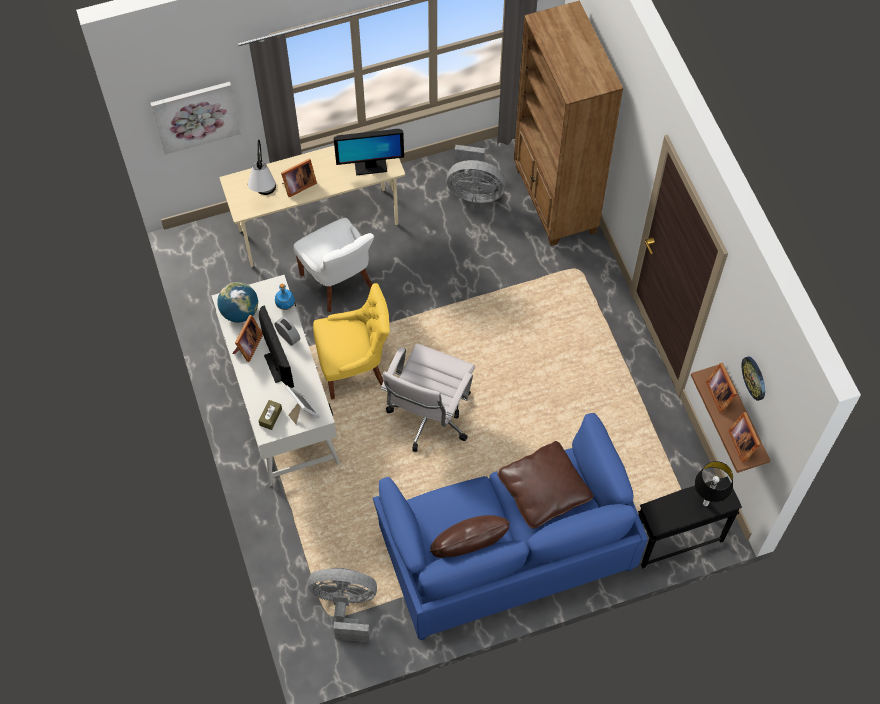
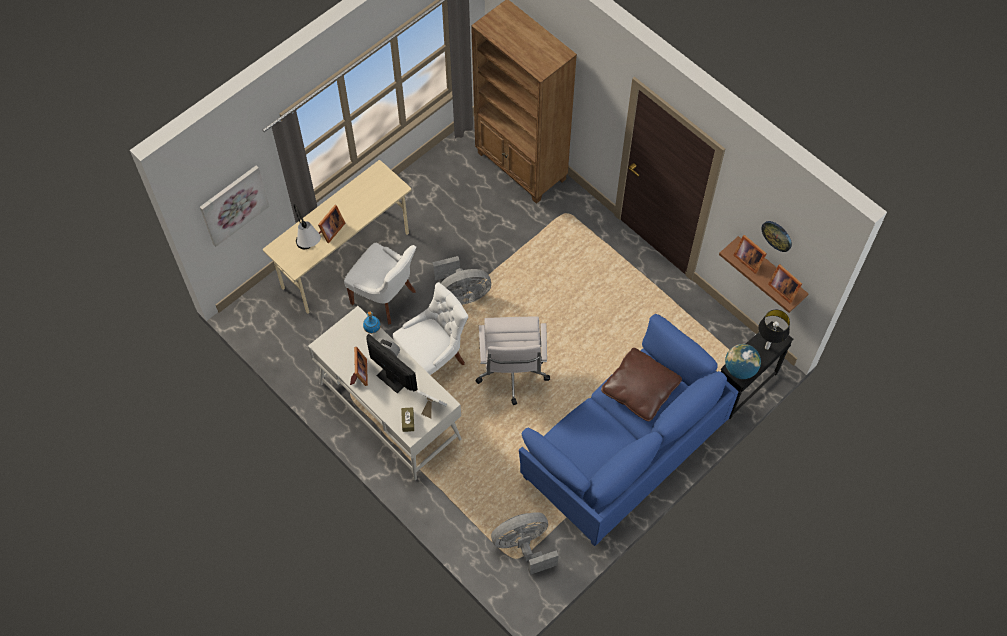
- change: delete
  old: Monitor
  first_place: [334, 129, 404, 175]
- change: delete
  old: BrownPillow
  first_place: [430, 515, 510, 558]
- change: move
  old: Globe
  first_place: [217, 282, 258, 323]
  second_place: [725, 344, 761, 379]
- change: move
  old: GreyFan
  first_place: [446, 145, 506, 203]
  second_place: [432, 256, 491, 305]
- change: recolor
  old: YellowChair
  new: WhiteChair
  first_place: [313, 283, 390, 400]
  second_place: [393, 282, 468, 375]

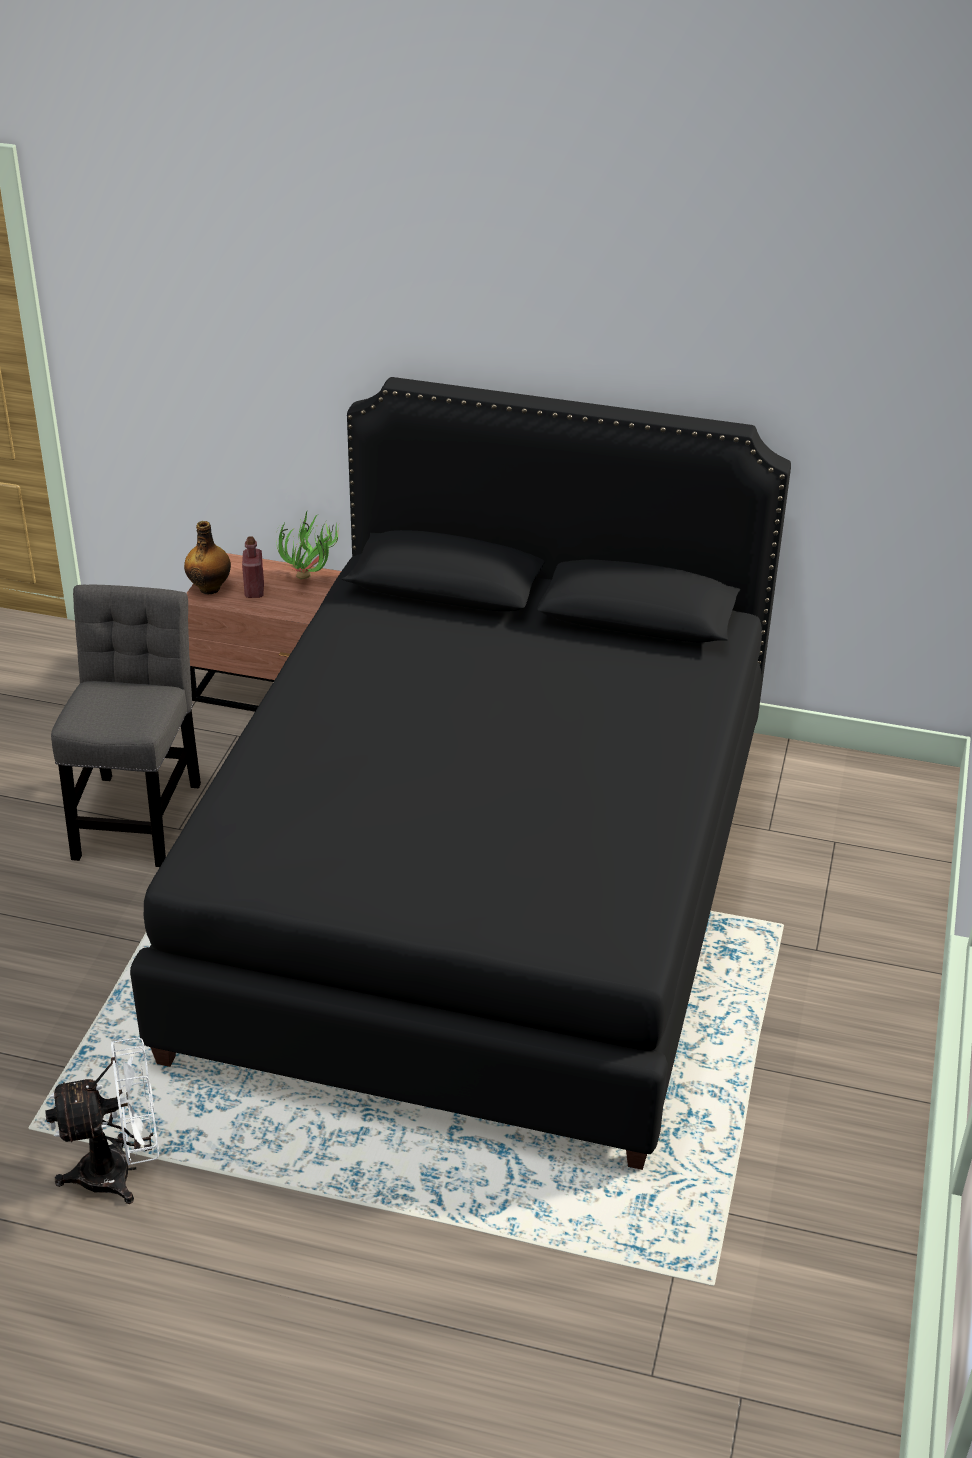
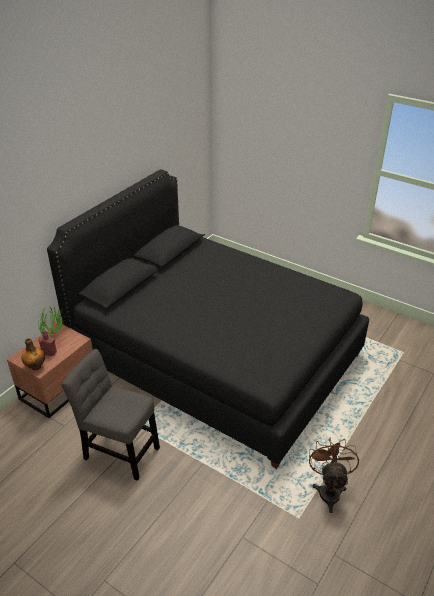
- change: recolor
  old: WhiteFan
  new: BrownFan
  first_place: [45, 1037, 159, 1204]
  second_place: [309, 438, 359, 513]

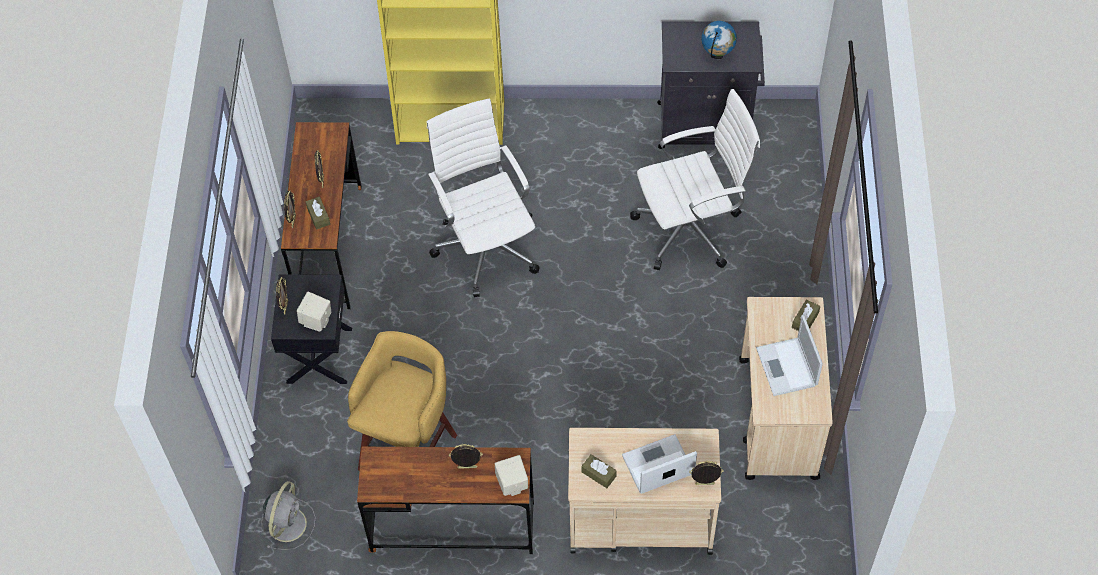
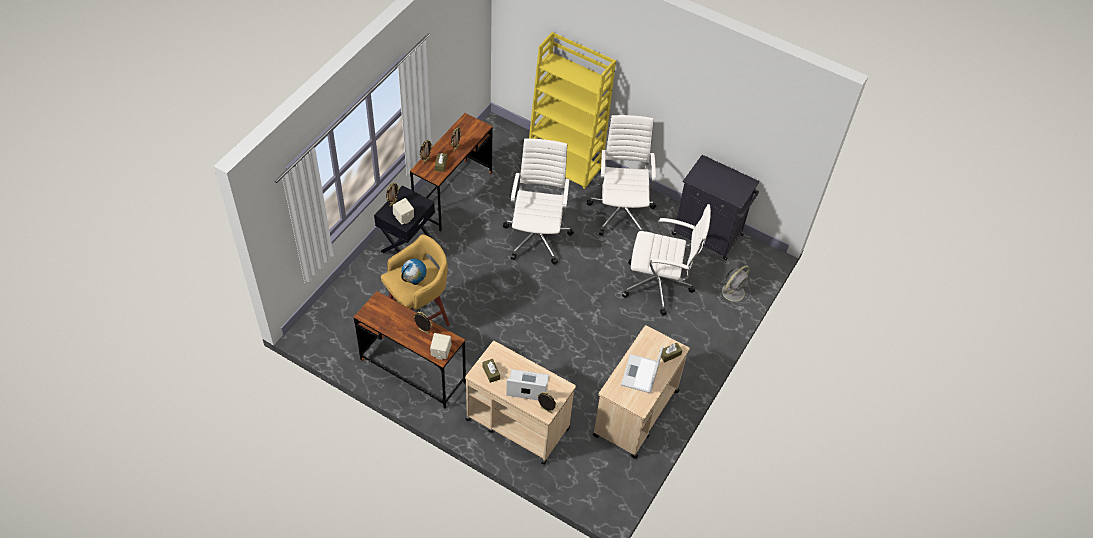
- change: insert
  new: WhiteOfficeChair
  second_place: [587, 115, 656, 236]
- change: move
  old: GreyFan
  first_place: [261, 481, 316, 550]
  second_place: [717, 265, 751, 306]
- change: move
  old: Globe
  first_place: [701, 21, 737, 59]
  second_place: [401, 259, 427, 285]

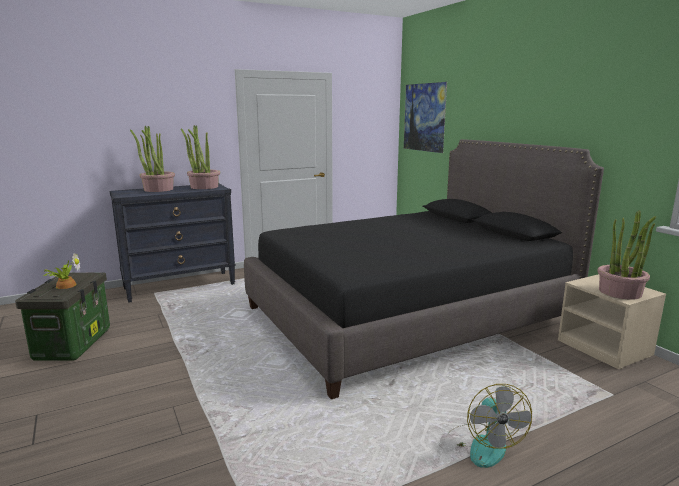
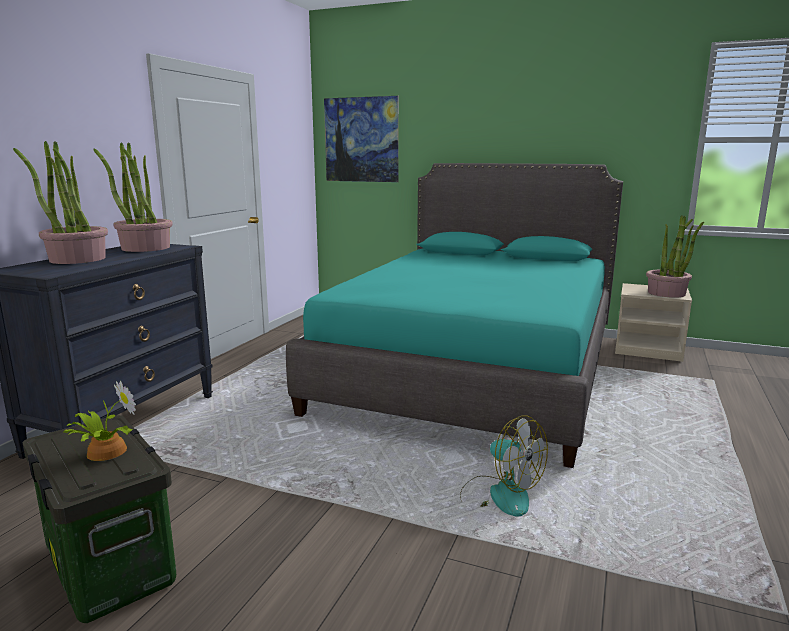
- change: move
  old: Fan
  first_place: [456, 384, 532, 468]
  second_place: [460, 415, 548, 517]
- change: recolor
  old: BlackBed
  new: TurquoiseBed
  first_place: [244, 139, 604, 399]
  second_place: [286, 163, 623, 468]

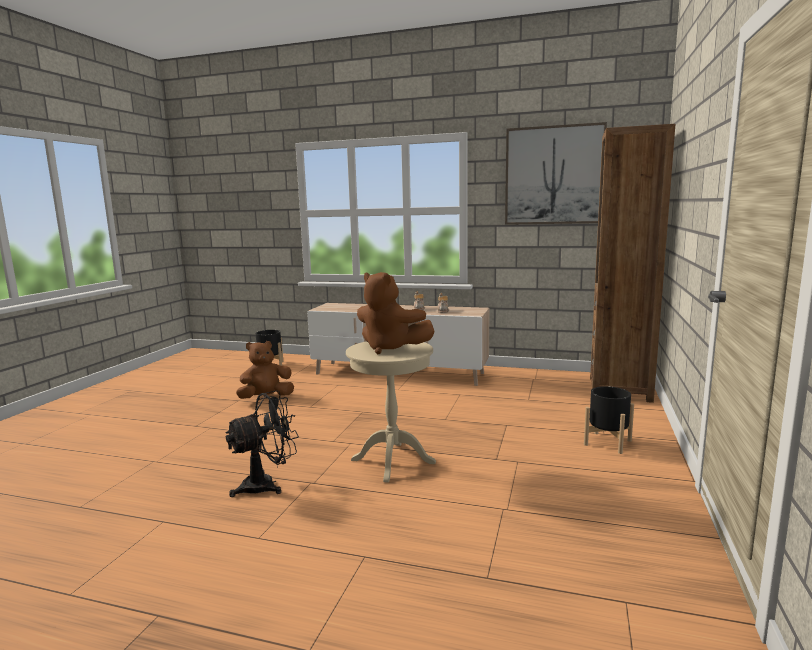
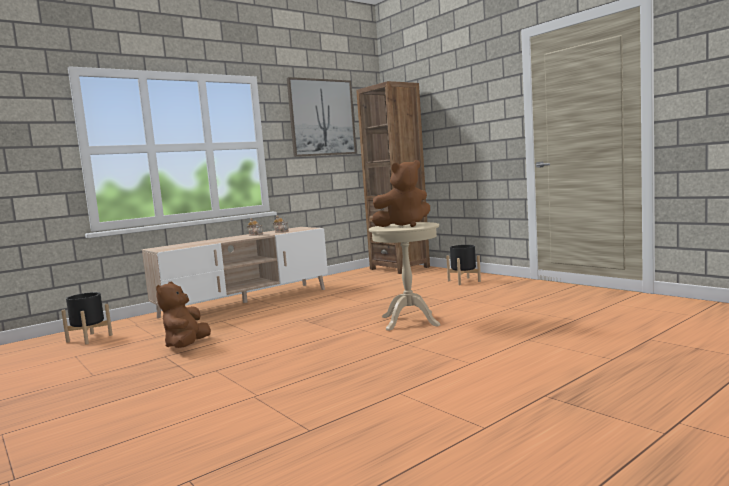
- change: delete
  old: BlackFan
  first_place: [226, 390, 299, 497]

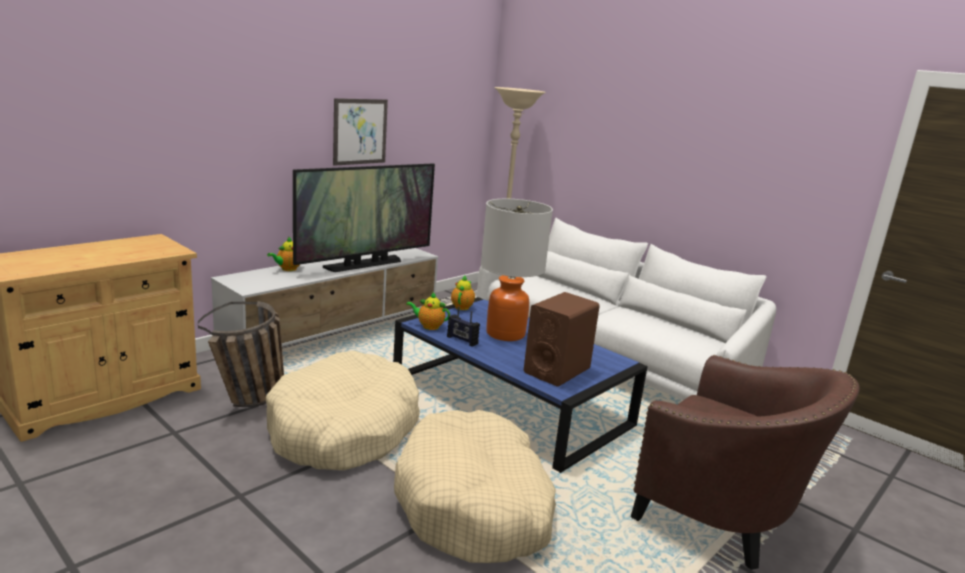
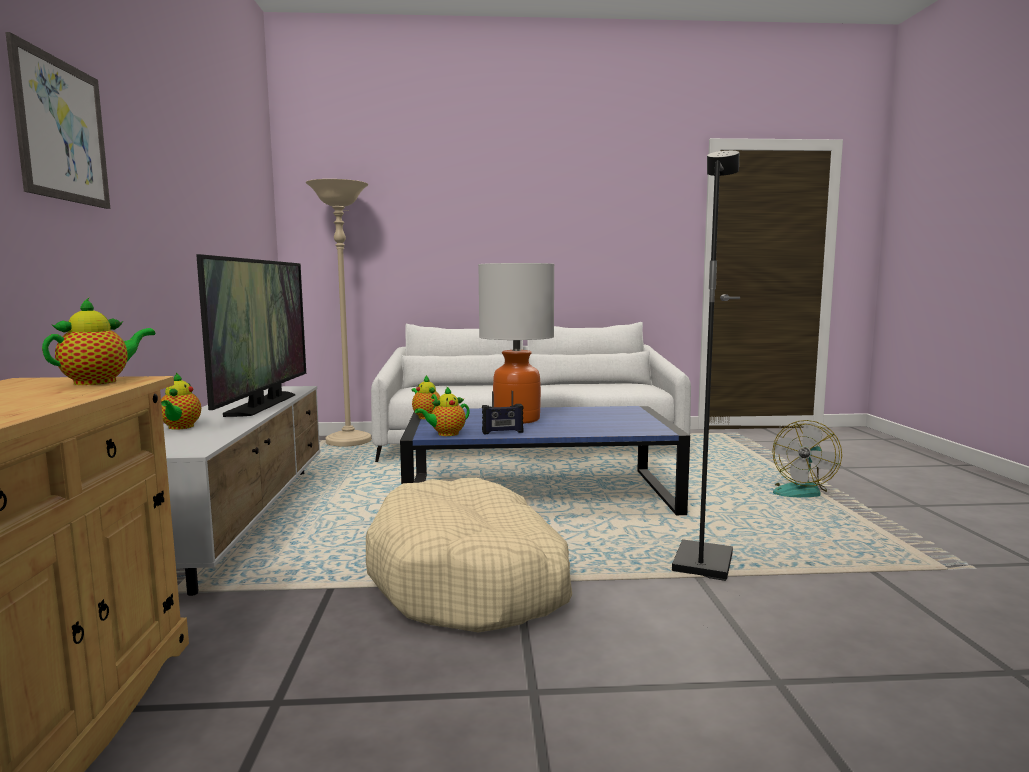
- change: delete
  old: Basket
  first_place: [198, 301, 284, 407]
- change: delete
  old: BrownSpeaker
  first_place: [524, 292, 600, 387]
- change: insert
  new: Teapot
  second_place: [42, 298, 155, 385]
- change: move
  old: Picture
  first_place: [333, 98, 388, 166]
  second_place: [5, 32, 110, 209]
- change: replace
  old: BeigeDogBed
  new: BlackFloorLamp
  first_place: [394, 410, 556, 563]
  second_place: [672, 151, 739, 581]
- change: replace
  old: BrownArmchair
  new: Fan
  first_place: [631, 355, 860, 570]
  second_place: [772, 420, 842, 497]

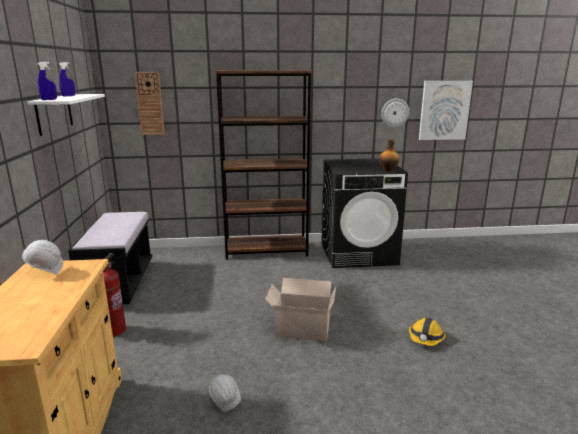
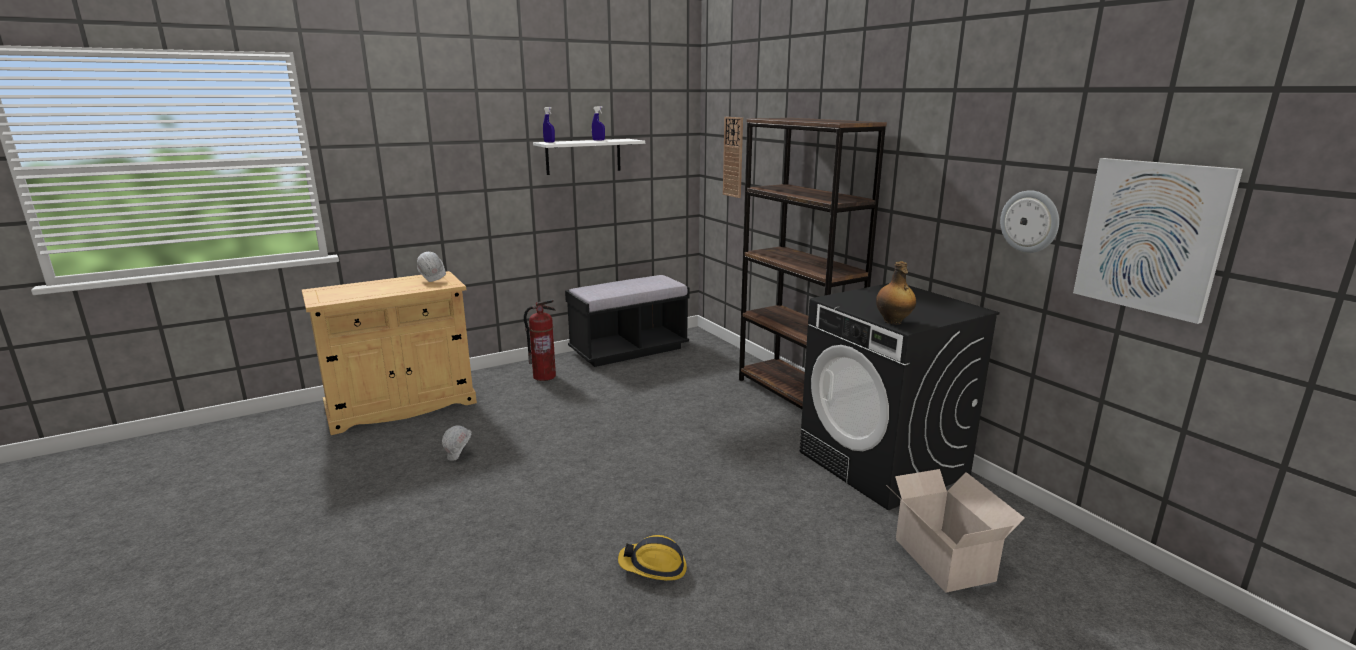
- change: move
  old: CardboardBox
  first_place: [265, 278, 336, 342]
  second_place: [886, 469, 1025, 593]

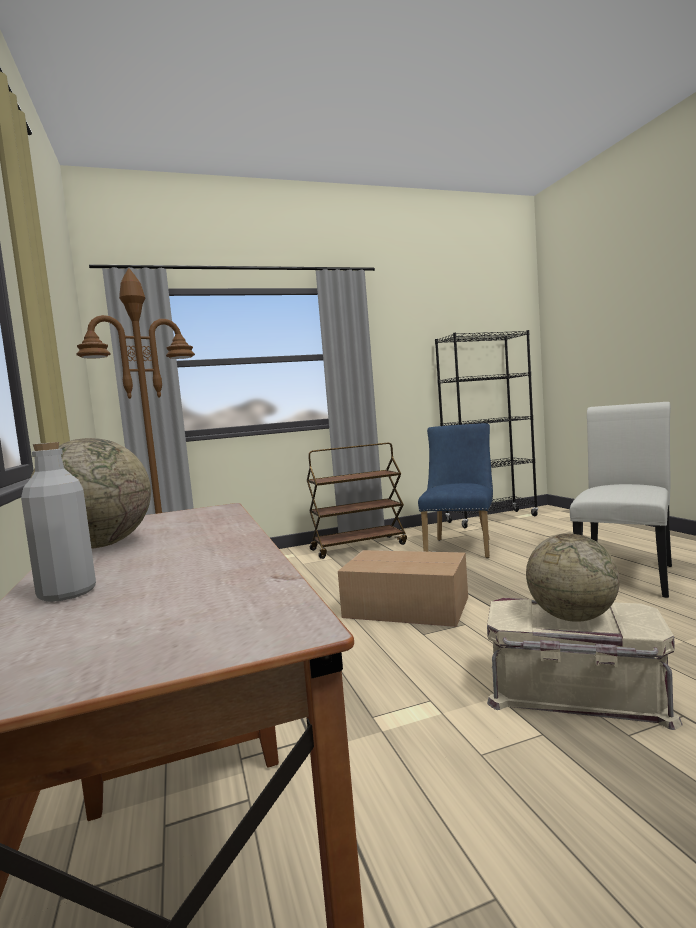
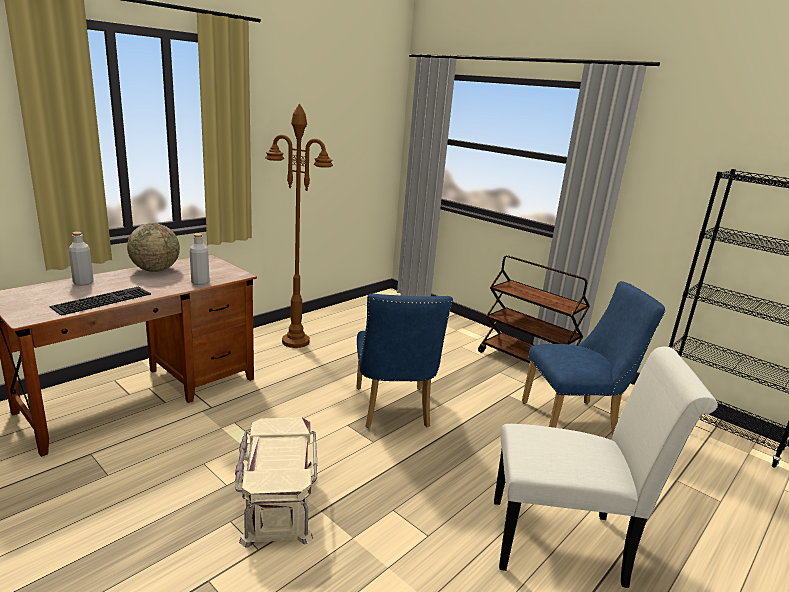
- change: delete
  old: Globe
  first_place: [526, 534, 620, 622]
- change: insert
  new: Keyboard
  second_place: [50, 287, 151, 316]
- change: insert
  new: GreyBottle
  second_place: [190, 234, 210, 285]
- change: replace
  old: CardboardBox
  new: BlueChair
  first_place: [338, 550, 468, 627]
  second_place: [357, 294, 453, 428]

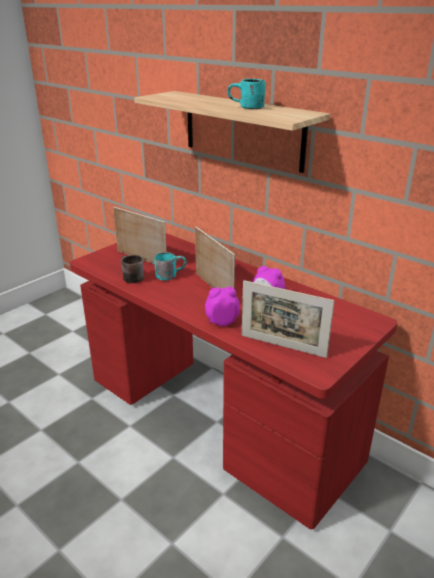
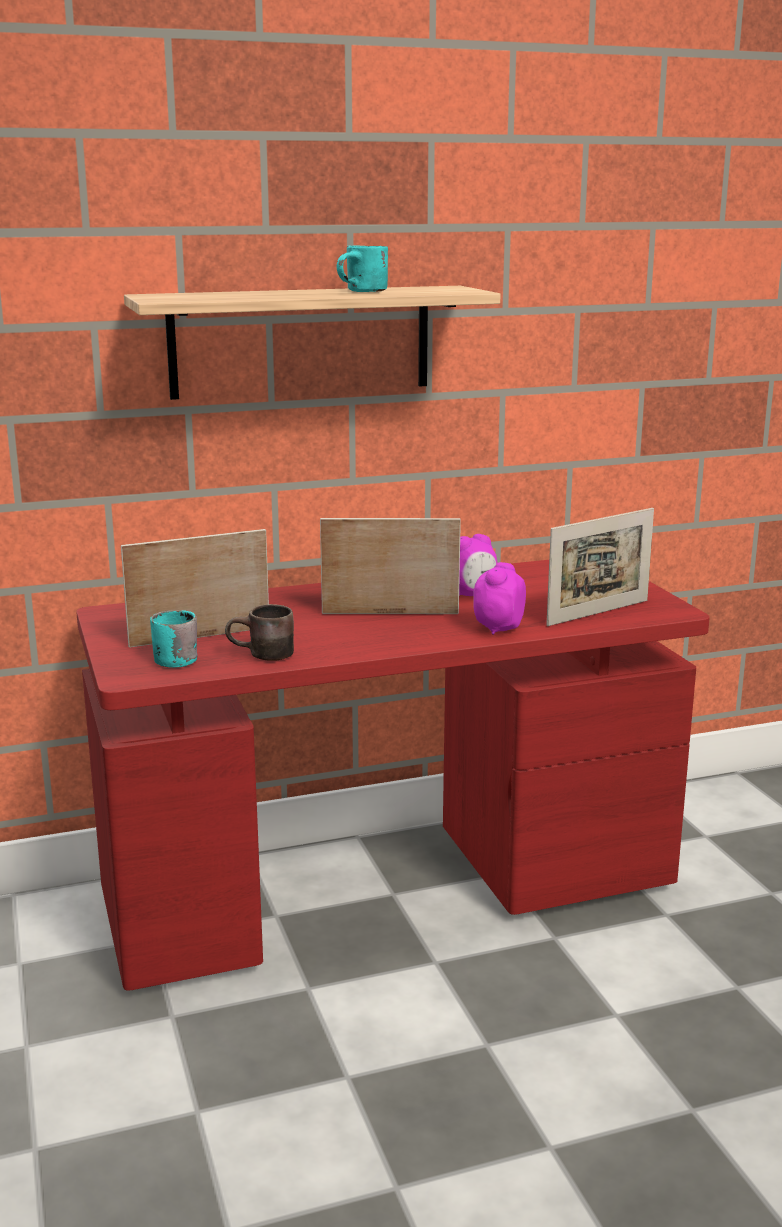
- change: move
  old: TurquoiseMug
  first_place: [154, 252, 187, 280]
  second_place: [150, 610, 197, 668]

